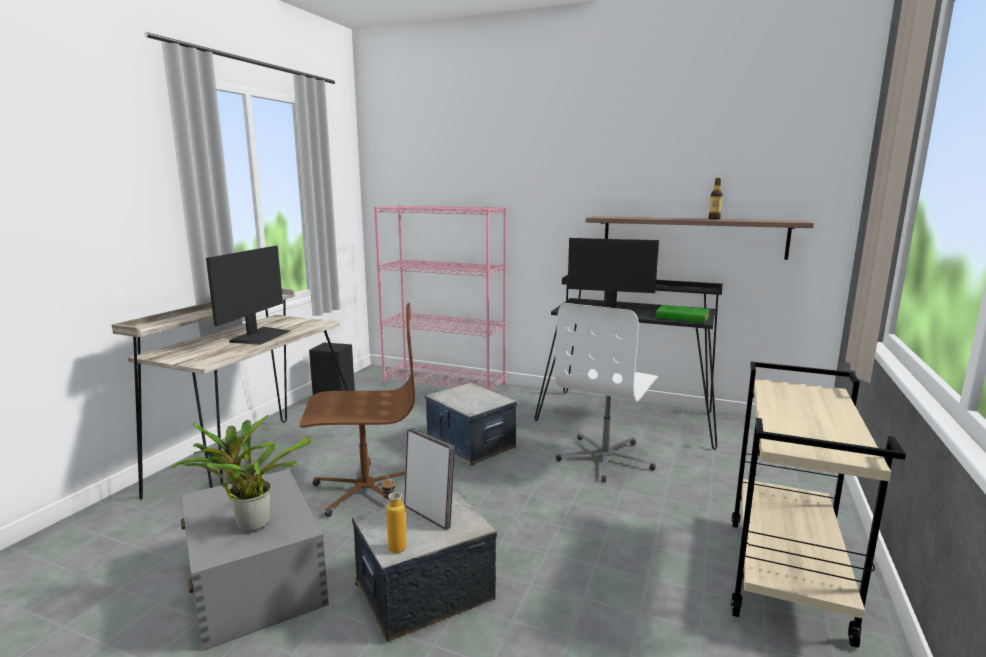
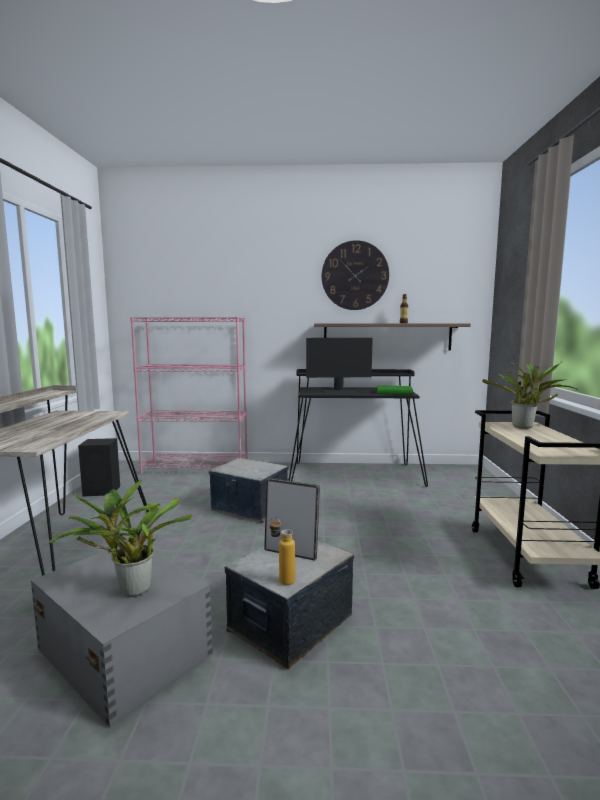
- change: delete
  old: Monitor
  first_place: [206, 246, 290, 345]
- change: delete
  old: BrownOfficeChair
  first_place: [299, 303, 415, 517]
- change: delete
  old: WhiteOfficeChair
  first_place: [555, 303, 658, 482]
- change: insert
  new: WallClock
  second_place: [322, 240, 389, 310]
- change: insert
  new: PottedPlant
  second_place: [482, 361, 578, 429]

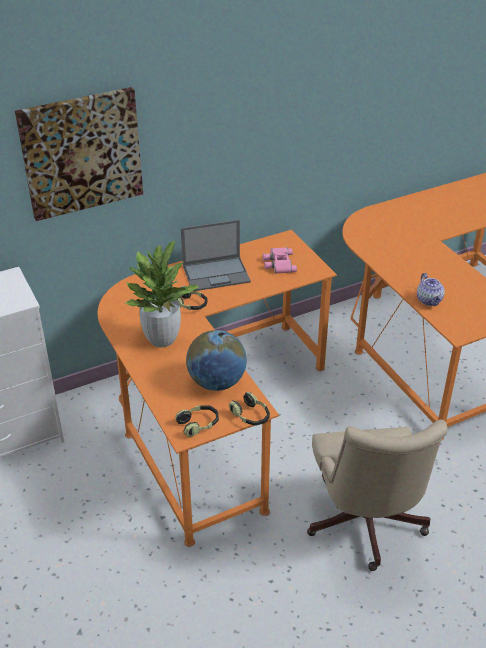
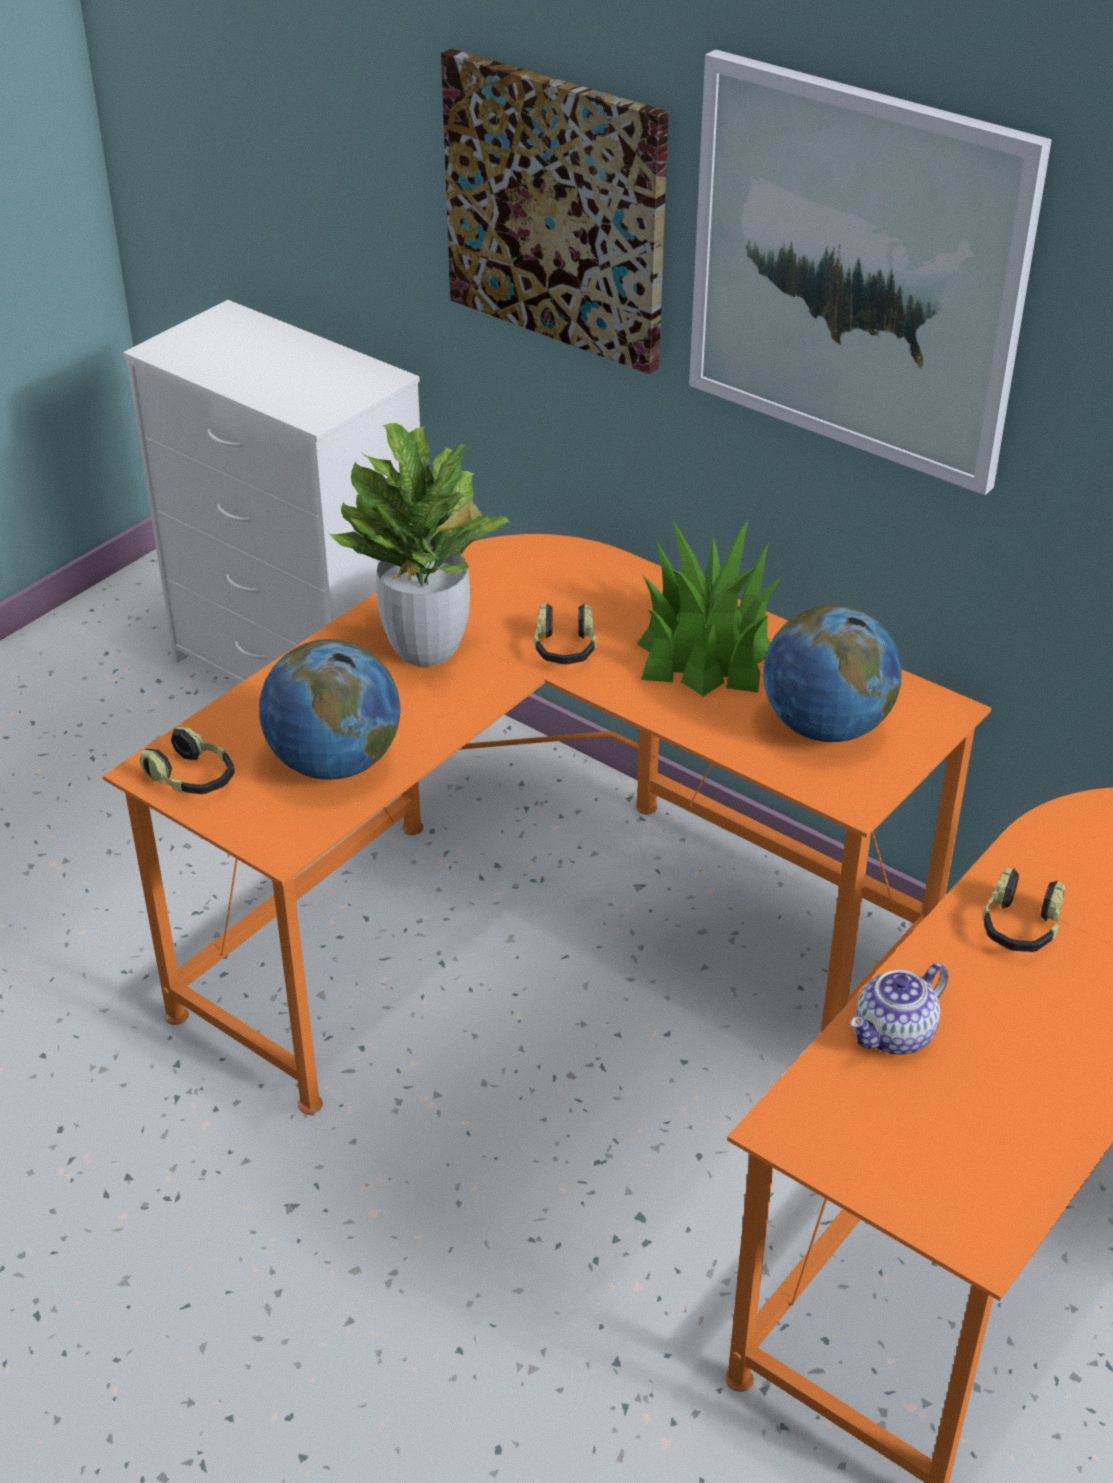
- change: delete
  old: BeigeOfficeChair
  first_place: [307, 419, 447, 571]
- change: insert
  new: Picture
  second_place: [689, 49, 1052, 495]
- change: move
  old: Headphones
  first_place: [229, 392, 270, 426]
  second_place: [983, 868, 1065, 952]
- change: replace
  old: Laptop
  new: PottedPlant
  first_place: [181, 220, 251, 291]
  second_place: [637, 520, 782, 697]
- change: replace
  old: PinkBinoculars
  new: Globe
  first_place: [263, 247, 297, 274]
  second_place: [763, 605, 902, 742]

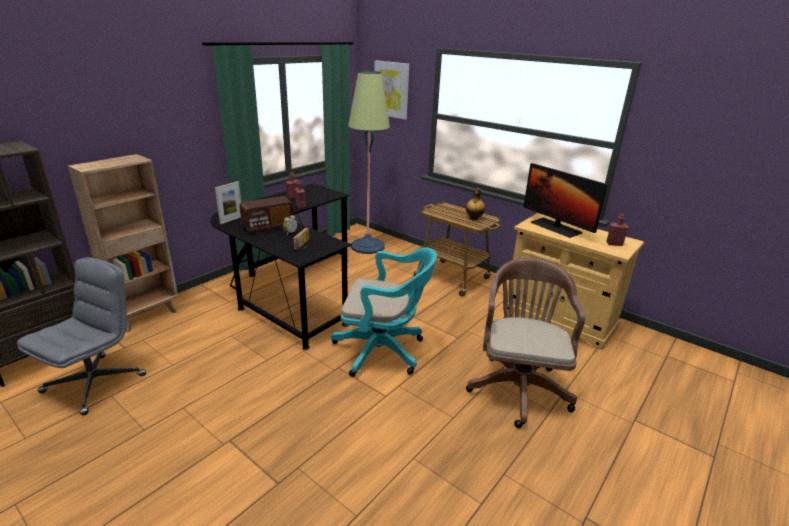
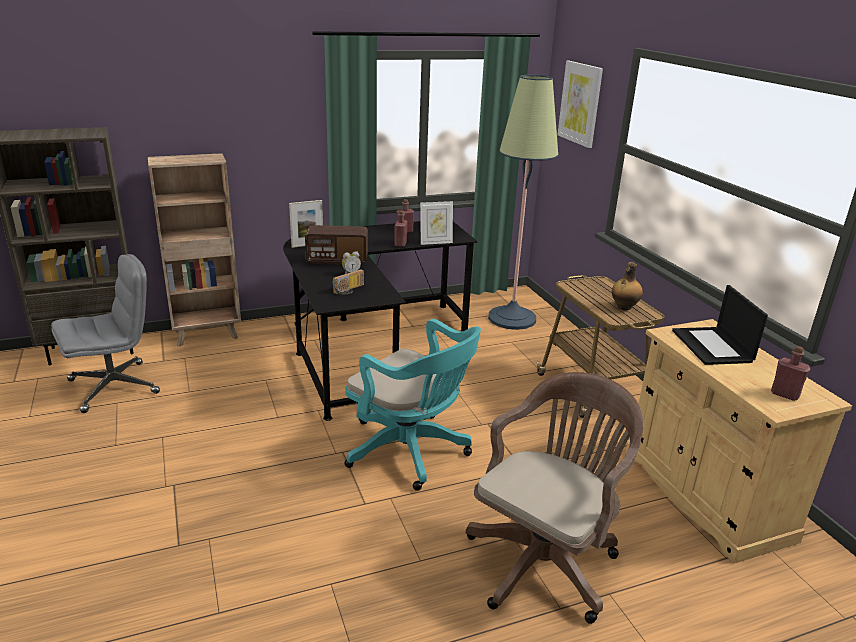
- change: insert
  new: PictureFrame
  second_place: [420, 201, 453, 245]
- change: replace
  old: Monitor
  new: Laptop
  first_place: [523, 163, 608, 238]
  second_place: [672, 285, 768, 365]

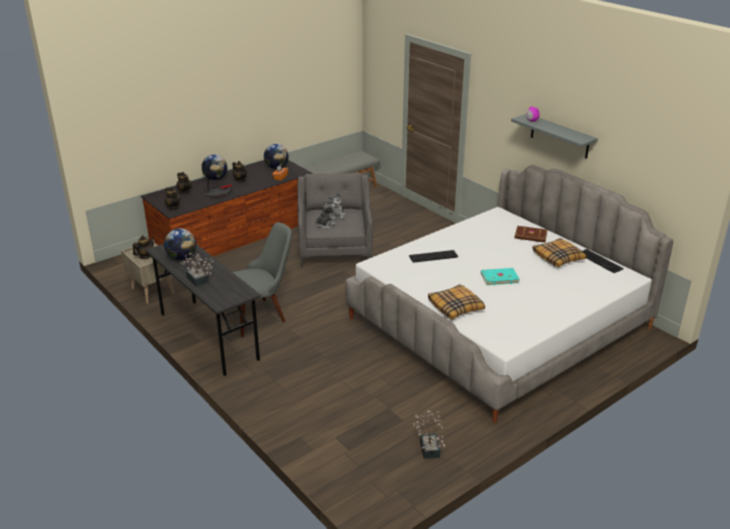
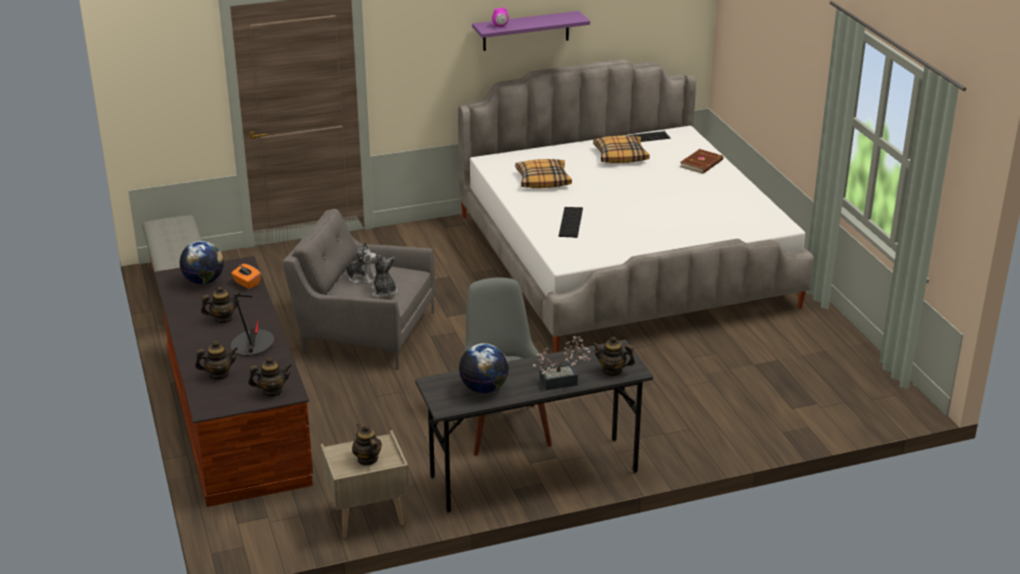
- change: delete
  old: Globe
  first_place: [202, 154, 227, 180]
- change: delete
  old: PottedPlant
  first_place: [413, 411, 445, 459]
- change: delete
  old: TurquoiseBook
  first_place: [481, 268, 520, 285]
- change: insert
  new: Teapot
  second_place: [592, 337, 635, 377]
- change: move
  old: Pillow
  first_place: [428, 284, 485, 319]
  second_place: [515, 159, 572, 188]
- change: move
  old: BrownBook
  first_place: [515, 226, 548, 242]
  second_place: [680, 149, 723, 174]
- change: recolor
  old: GreyShelf
  new: PurpleShelf
  first_place: [511, 114, 598, 159]
  second_place: [472, 11, 590, 51]

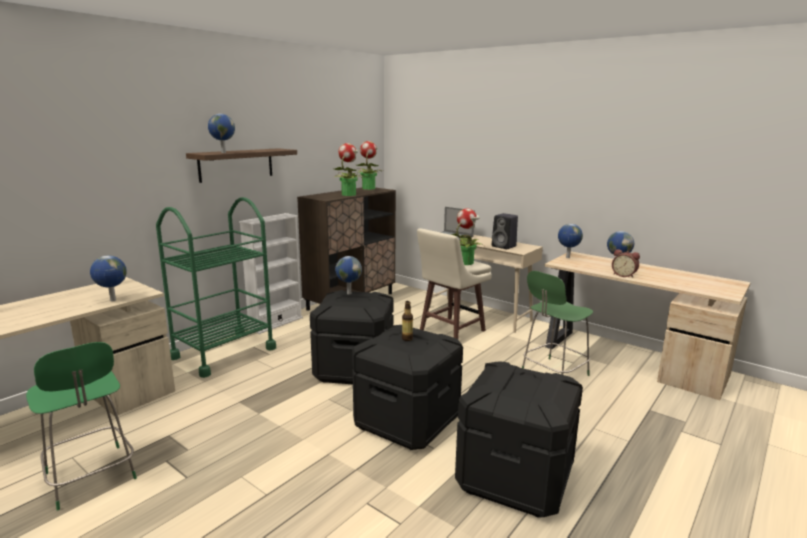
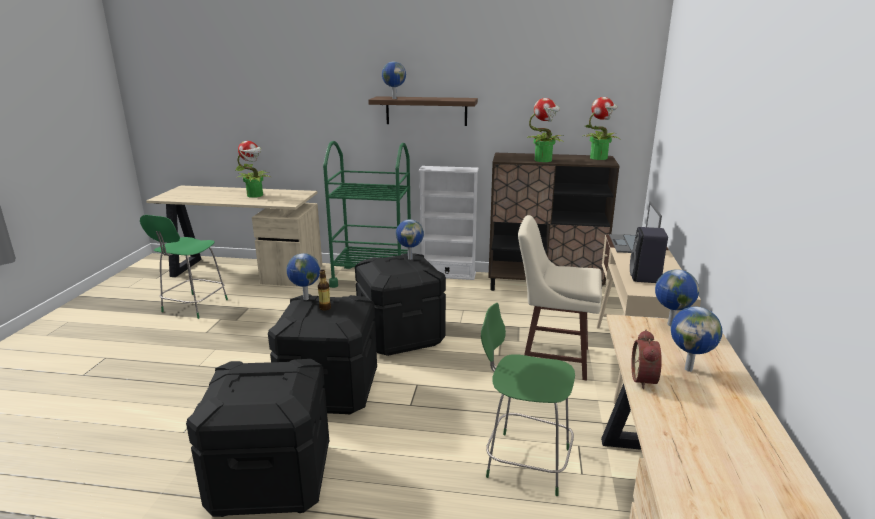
- change: move
  old: Globe
  first_place: [90, 256, 127, 301]
  second_place: [286, 253, 321, 300]
- change: move
  old: PottedPlant
  first_place: [451, 208, 484, 265]
  second_place: [235, 141, 272, 198]

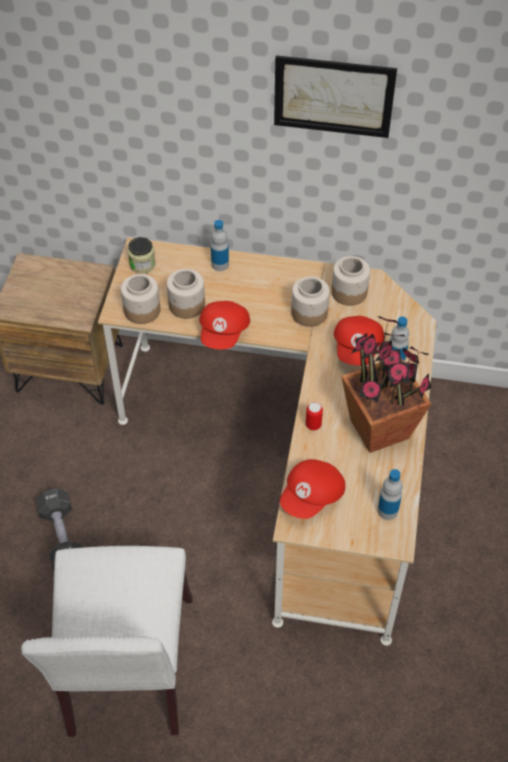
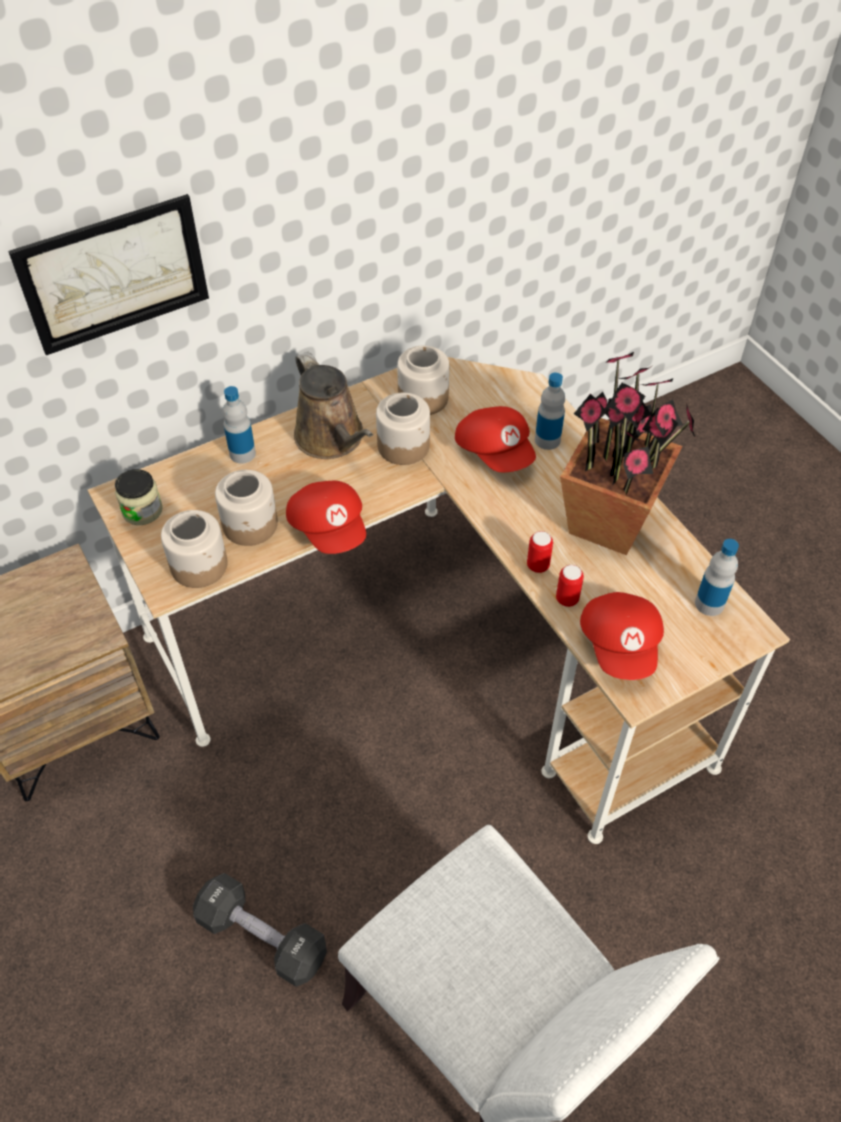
- change: insert
  new: BrownWateringCan
  second_place: [294, 351, 373, 459]
- change: insert
  new: Can
  second_place: [556, 565, 584, 607]
- change: move
  old: Picture
  first_place: [274, 55, 397, 138]
  second_place: [8, 194, 209, 355]

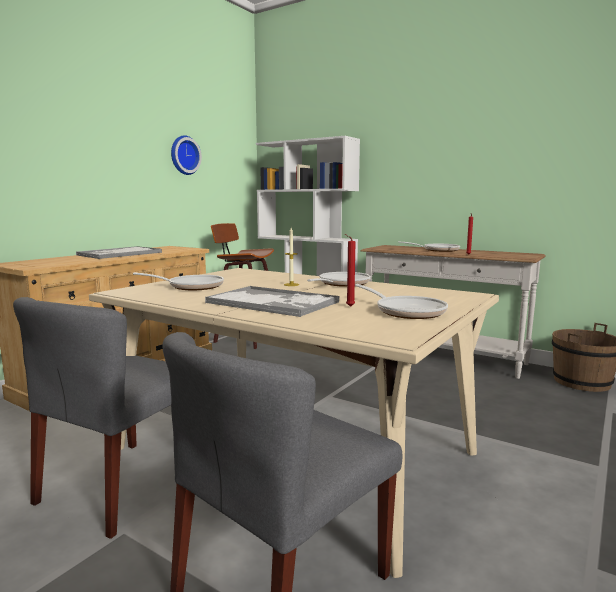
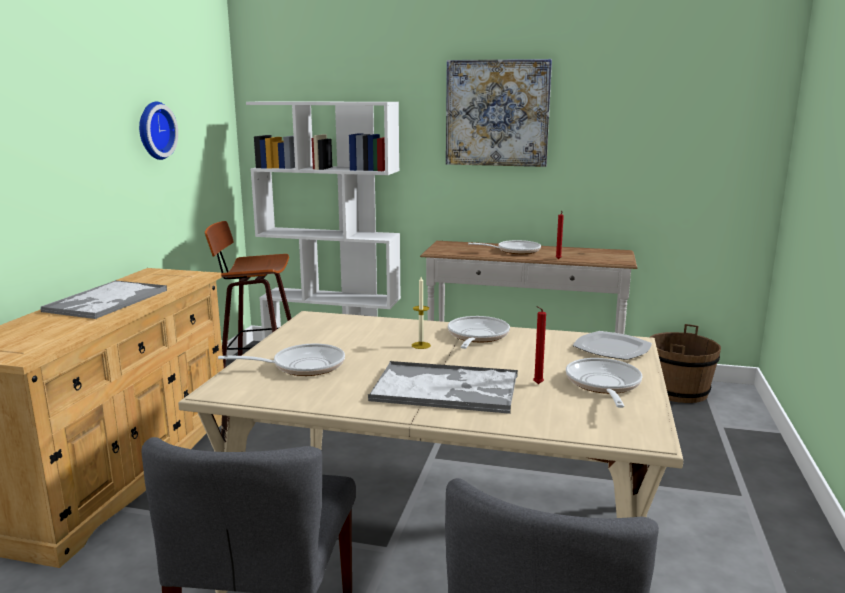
- change: insert
  new: Picture
  second_place: [446, 59, 552, 167]
- change: insert
  new: Plate
  second_place: [573, 331, 652, 360]
- change: rotate
  old: FryingPan
  first_place: [355, 284, 448, 319]
  second_place: [566, 358, 642, 408]
  degrees: -120

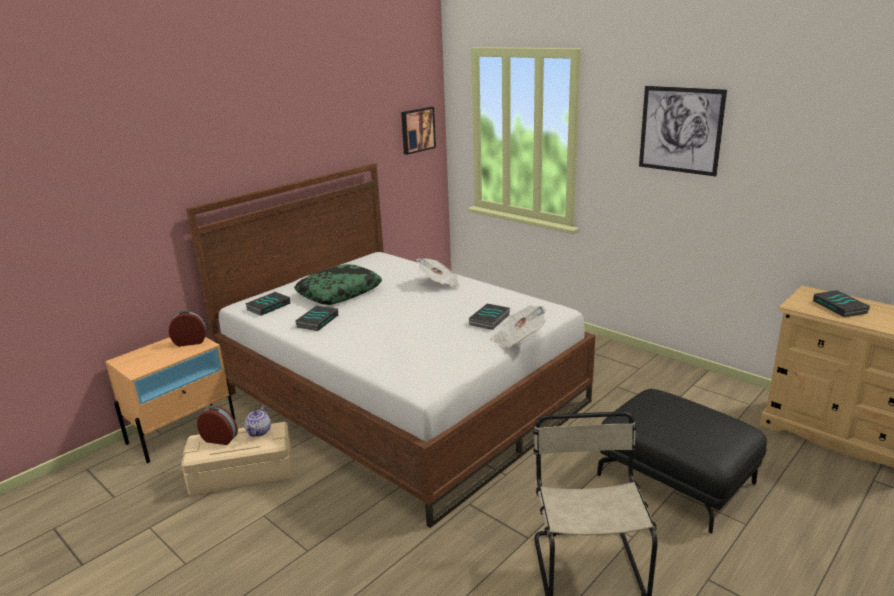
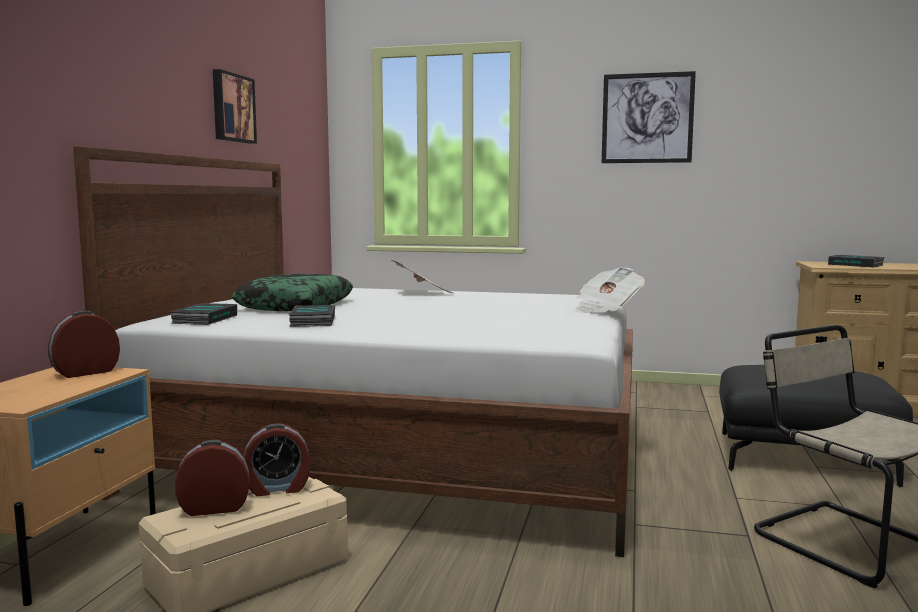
- change: delete
  old: Book
  first_place: [469, 304, 510, 330]
- change: move
  old: Picture
  first_place: [401, 107, 436, 155]
  second_place: [213, 69, 257, 144]
- change: replace
  old: Teapot
  new: AlarmClock
  first_place: [245, 406, 271, 437]
  second_place: [243, 424, 310, 496]

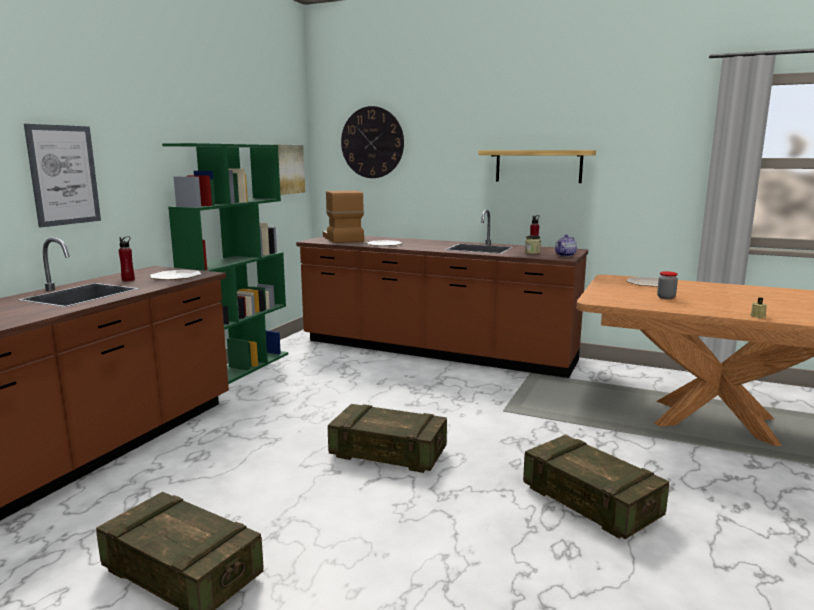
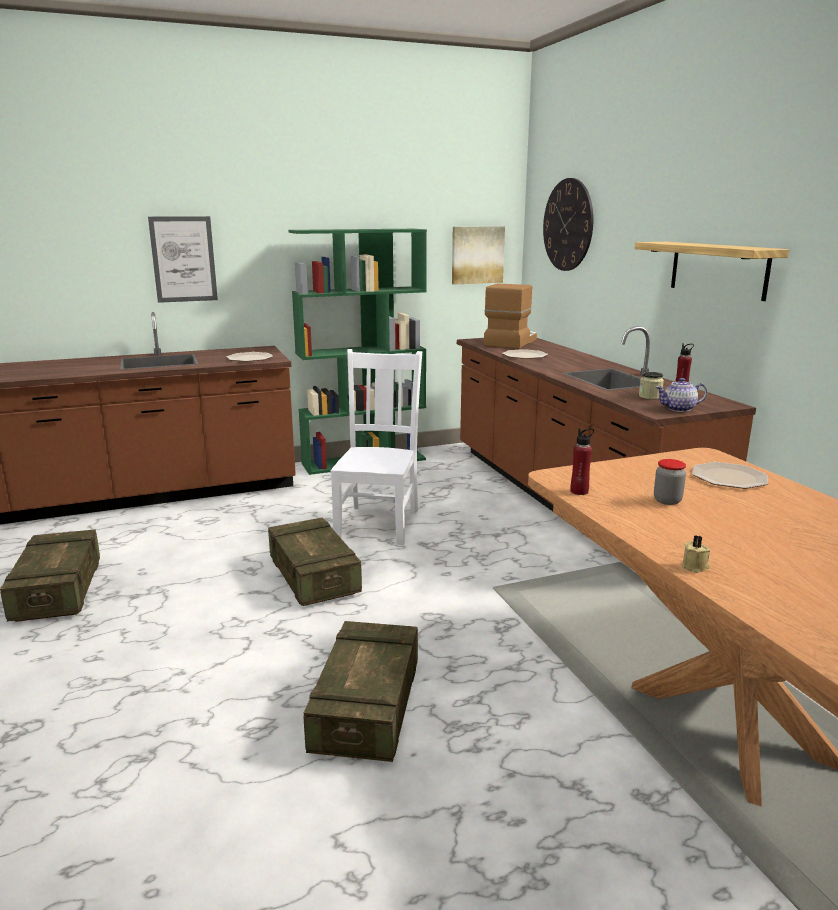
- change: insert
  new: WhiteChair
  second_place: [331, 349, 422, 545]
- change: move
  old: RedBottle
  first_place: [119, 236, 135, 281]
  second_place: [570, 428, 594, 495]

